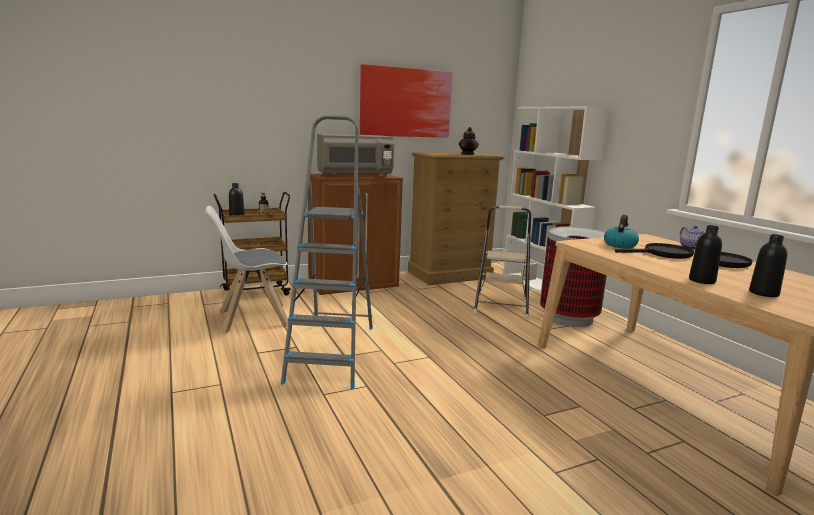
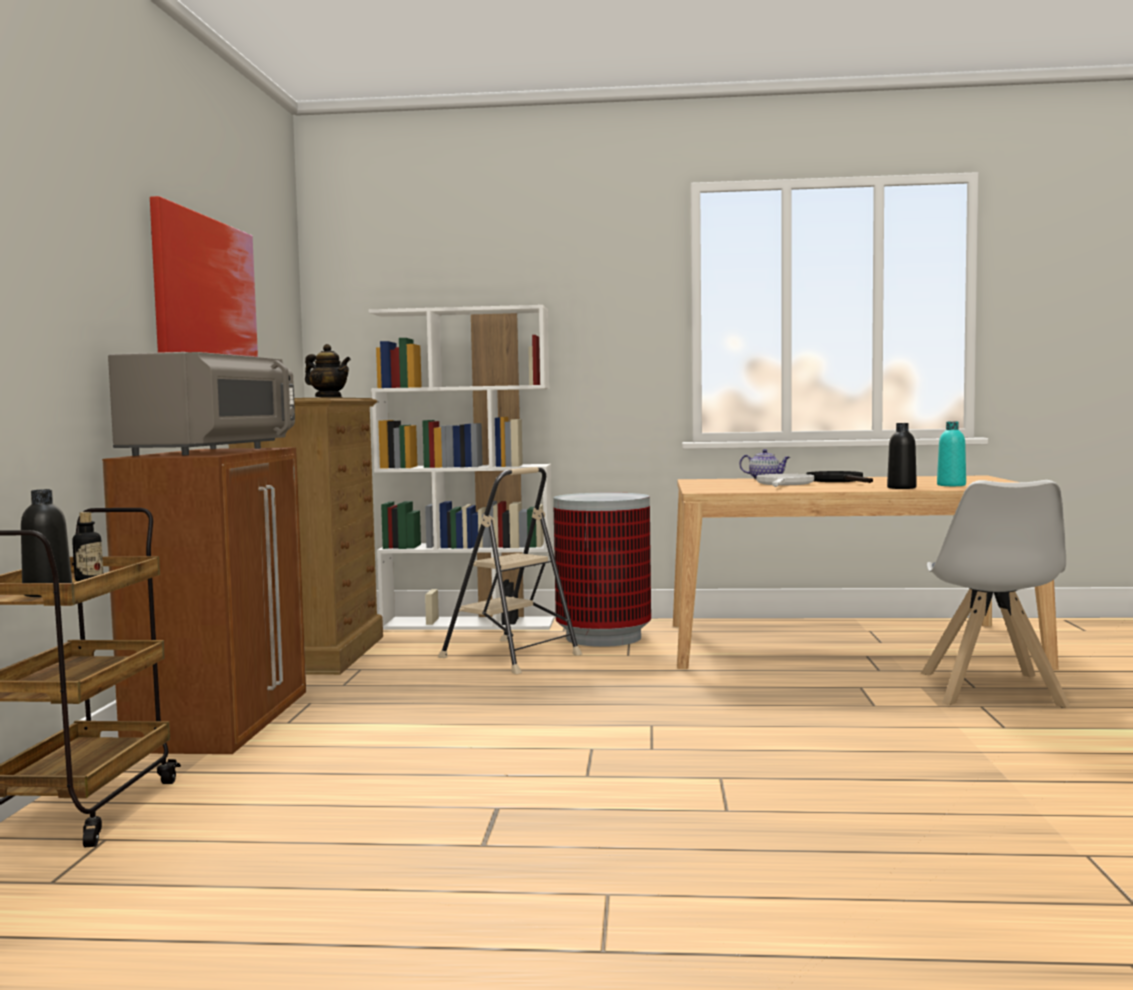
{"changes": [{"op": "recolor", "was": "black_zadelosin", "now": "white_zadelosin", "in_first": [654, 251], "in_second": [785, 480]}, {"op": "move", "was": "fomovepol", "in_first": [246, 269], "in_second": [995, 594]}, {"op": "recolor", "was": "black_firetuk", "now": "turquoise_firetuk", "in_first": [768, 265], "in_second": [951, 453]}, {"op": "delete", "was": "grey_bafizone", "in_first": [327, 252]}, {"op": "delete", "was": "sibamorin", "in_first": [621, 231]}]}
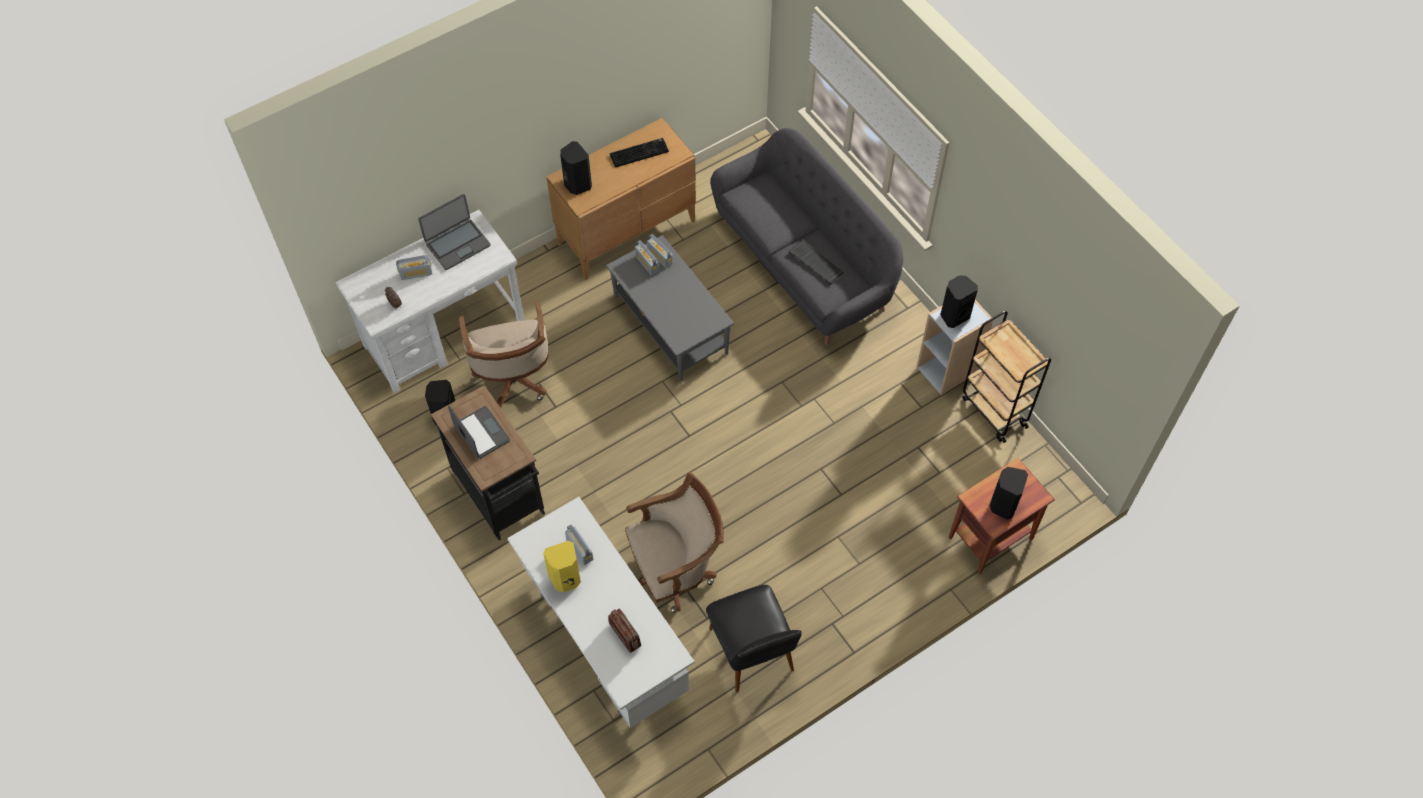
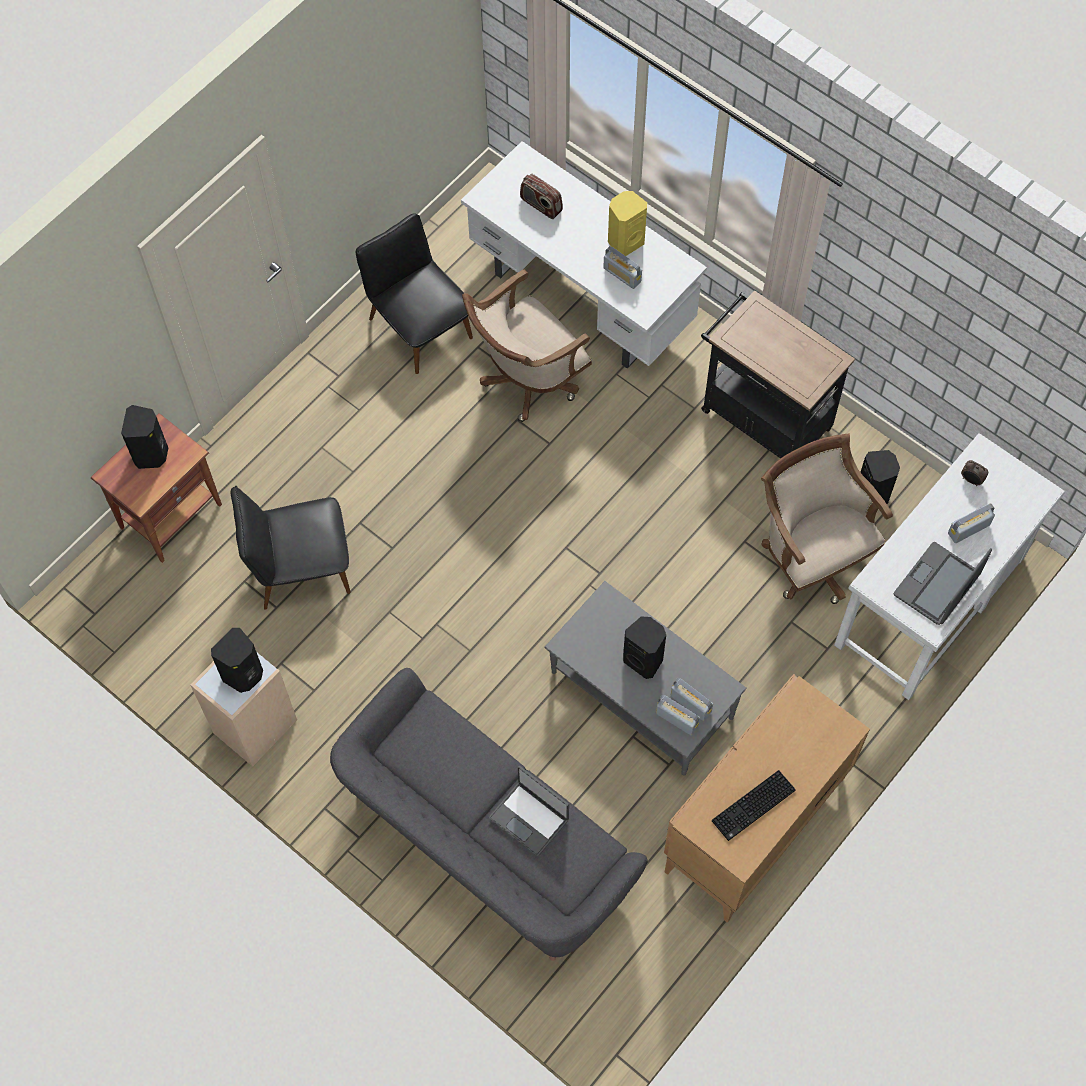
{"changes": [{"op": "insert", "now": "black_fomovepol", "in_second": [291, 548]}, {"op": "move", "was": "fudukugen", "in_first": [479, 432], "in_second": [529, 811]}, {"op": "move", "was": "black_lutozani", "in_first": [576, 168], "in_second": [644, 647]}, {"op": "delete", "was": "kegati", "in_first": [816, 262]}, {"op": "delete", "was": "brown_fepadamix", "in_first": [1006, 377]}]}
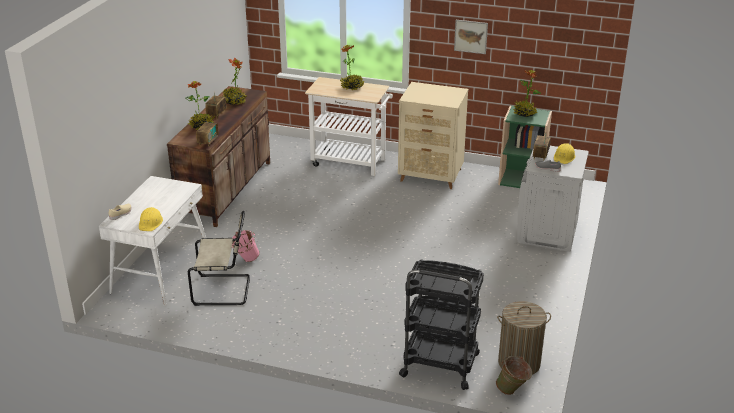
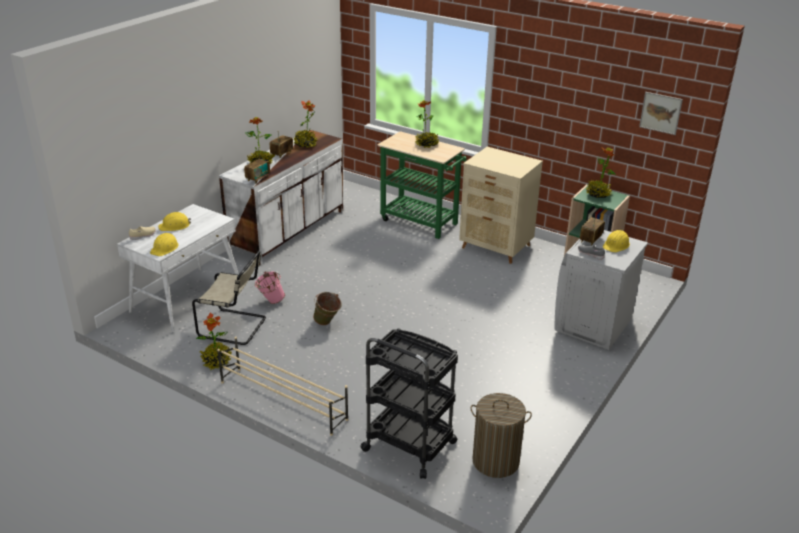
{"changes": [{"op": "insert", "now": "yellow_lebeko", "in_second": [174, 221]}, {"op": "insert", "now": "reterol", "in_second": [214, 341]}, {"op": "insert", "now": "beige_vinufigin", "in_second": [282, 386]}, {"op": "recolor", "was": "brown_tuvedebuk", "now": "white_tuvedebuk", "in_first": [218, 156], "in_second": [281, 197]}, {"op": "move", "was": "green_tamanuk", "in_first": [514, 375], "in_second": [327, 308]}, {"op": "recolor", "was": "white_fepadamix", "now": "green_fepadamix", "in_first": [349, 126], "in_second": [422, 185]}, {"op": "move", "was": "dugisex", "in_first": [471, 37], "in_second": [661, 113]}]}
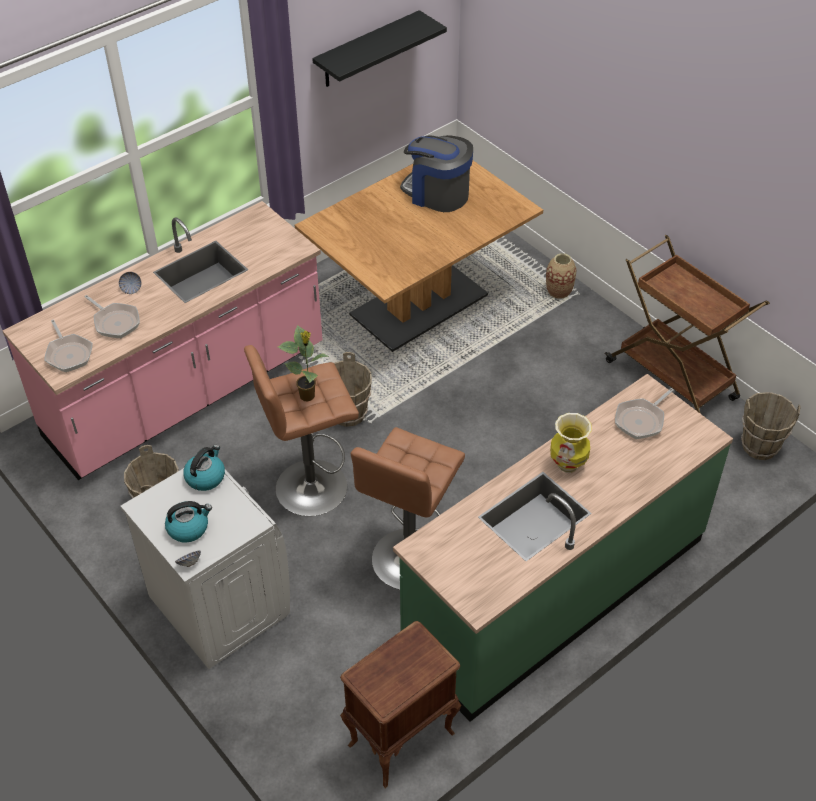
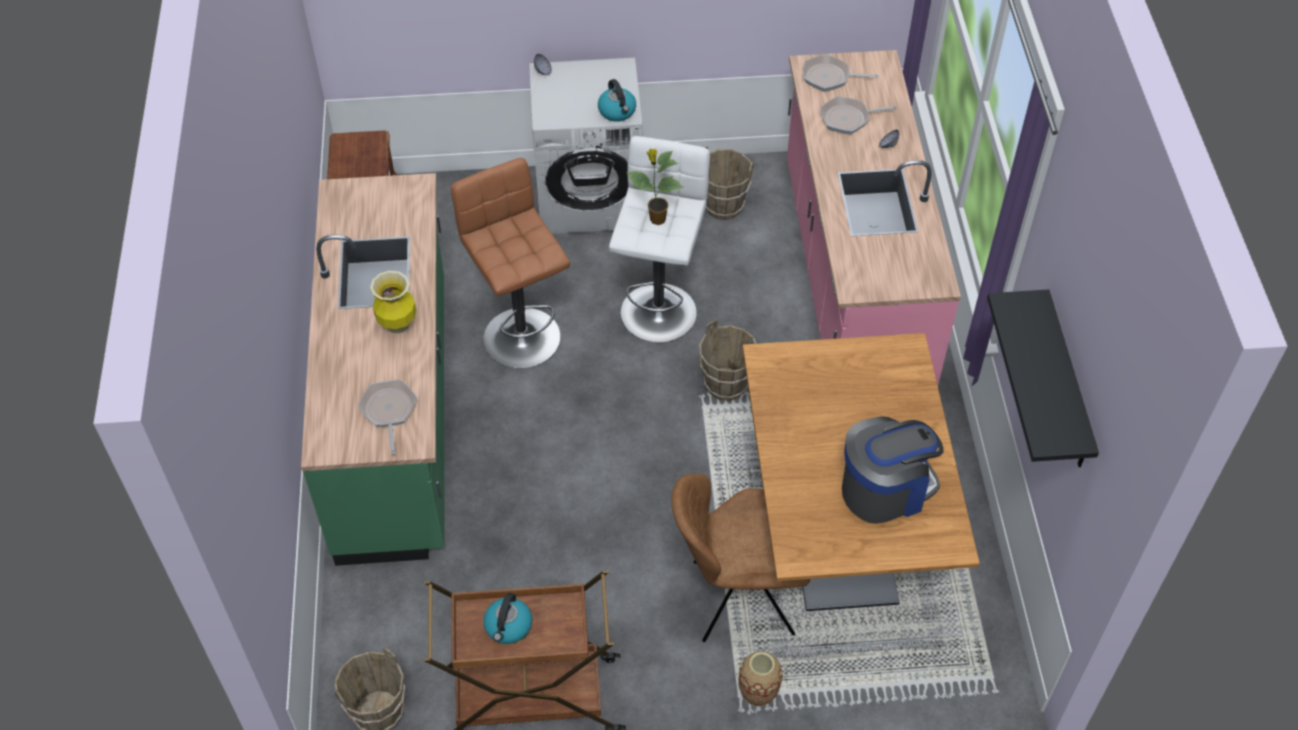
{"changes": [{"op": "move", "was": "sibamorin", "in_first": [188, 522], "in_second": [507, 618]}, {"op": "recolor", "was": "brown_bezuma", "now": "white_bezuma", "in_first": [301, 430], "in_second": [659, 239]}, {"op": "insert", "now": "brown_fomovepol", "in_second": [740, 558]}]}
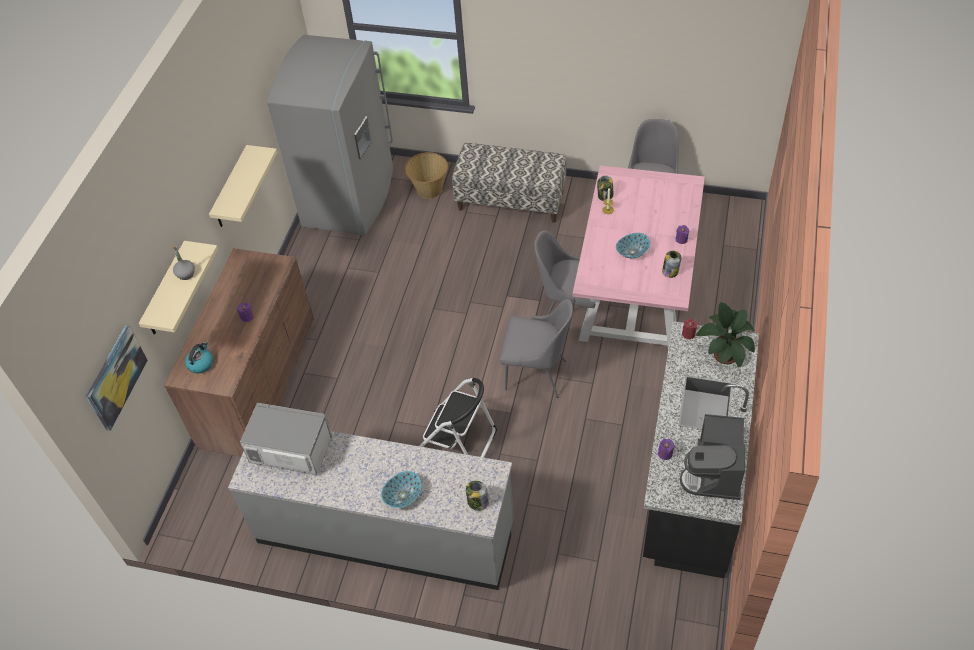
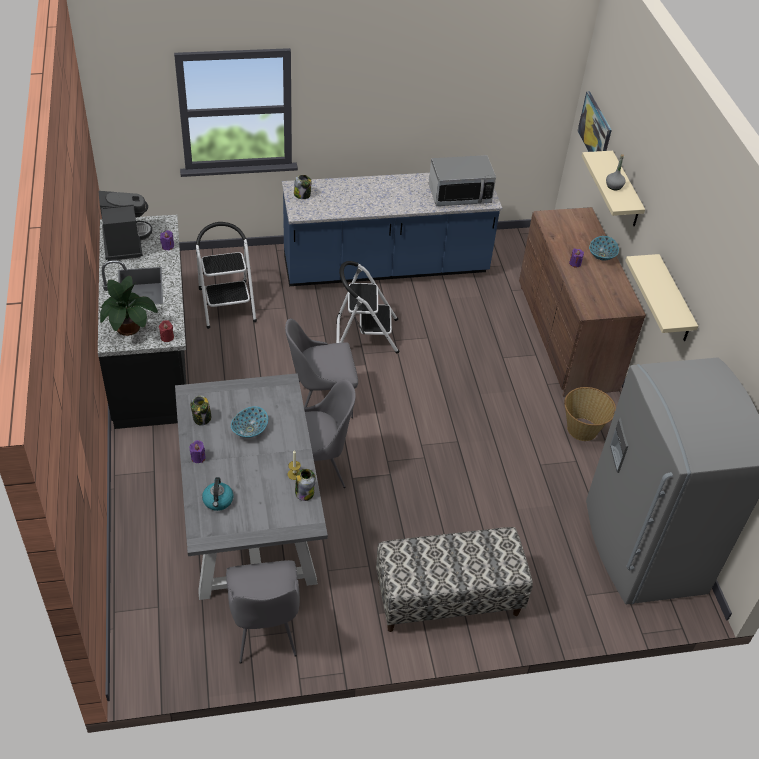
{"changes": [{"op": "recolor", "was": "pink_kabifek", "now": "grey_kabifek", "in_first": [639, 257], "in_second": [251, 486]}, {"op": "insert", "now": "bafizone", "in_second": [226, 275]}, {"op": "move", "was": "sibamorin", "in_first": [199, 357], "in_second": [217, 494]}, {"op": "recolor", "was": "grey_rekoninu", "now": "blue_rekoninu", "in_first": [371, 510], "in_second": [392, 229]}, {"op": "move", "was": "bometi", "in_first": [426, 175], "in_second": [590, 414]}, {"op": "move", "was": "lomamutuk", "in_first": [401, 489], "in_second": [604, 248]}]}
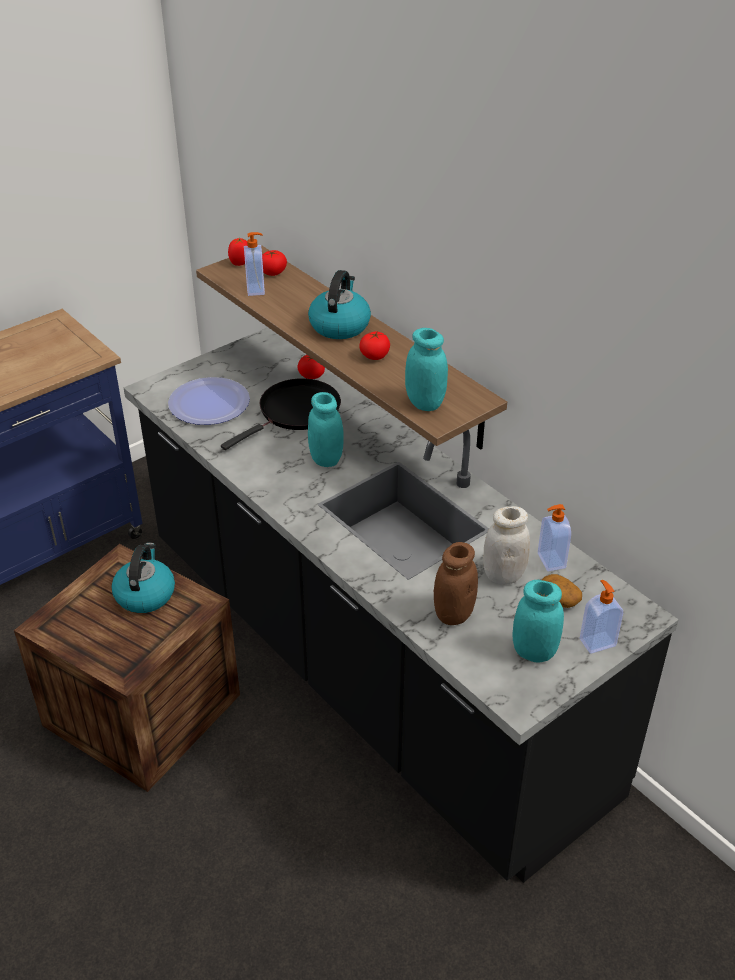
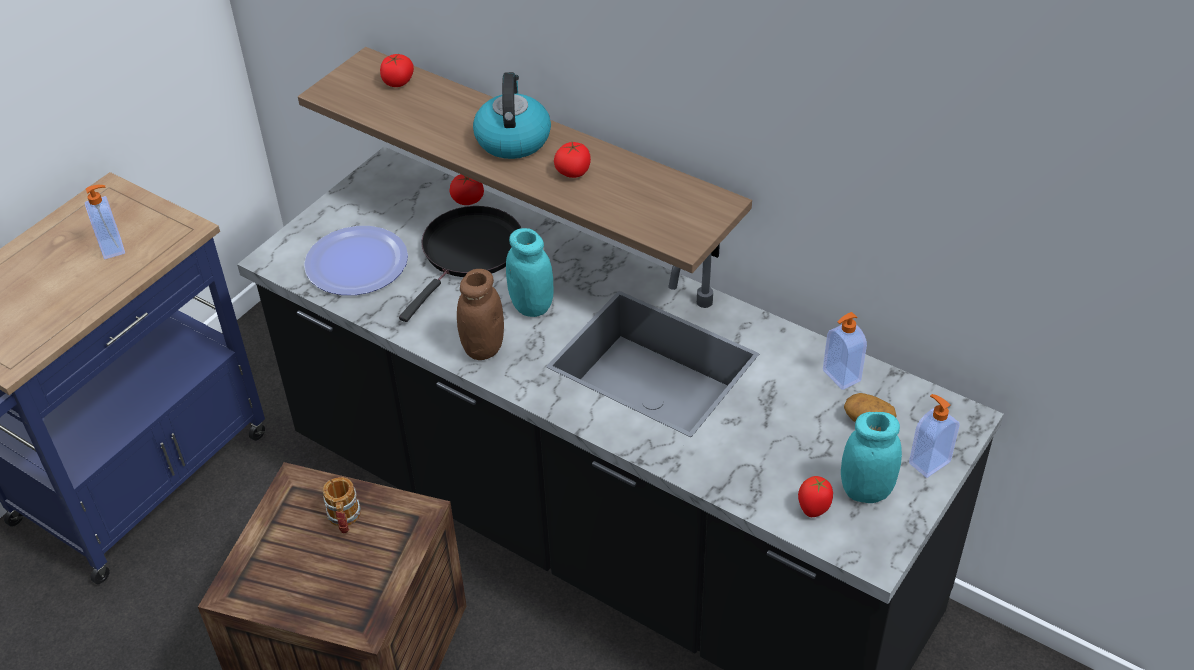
{"changes": [{"op": "move", "was": "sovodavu", "in_first": [254, 264], "in_second": [105, 222]}, {"op": "replace", "was": "sibamorin", "now": "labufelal", "in_first": [143, 578], "in_second": [342, 505]}, {"op": "move", "was": "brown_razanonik", "in_first": [456, 583], "in_second": [480, 314]}, {"op": "move", "was": "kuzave", "in_first": [237, 252], "in_second": [815, 496]}, {"op": "delete", "was": "turquoise_razanonik", "in_first": [426, 369]}, {"op": "delete", "was": "white_razanonik", "in_first": [506, 545]}]}
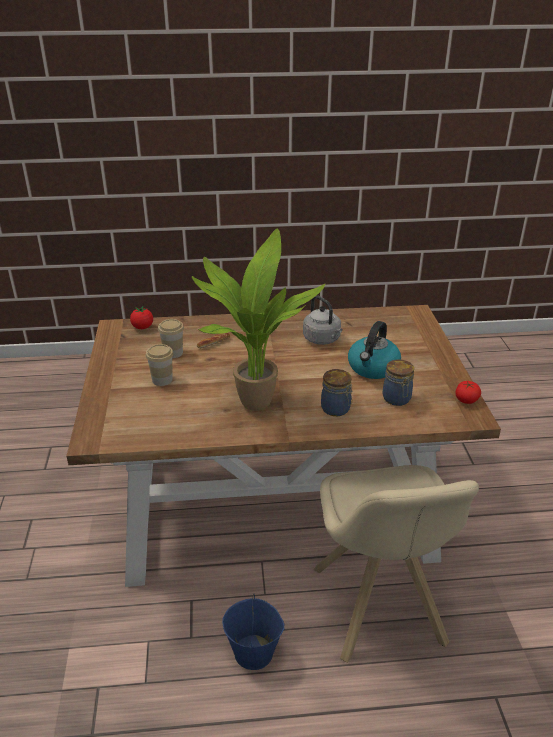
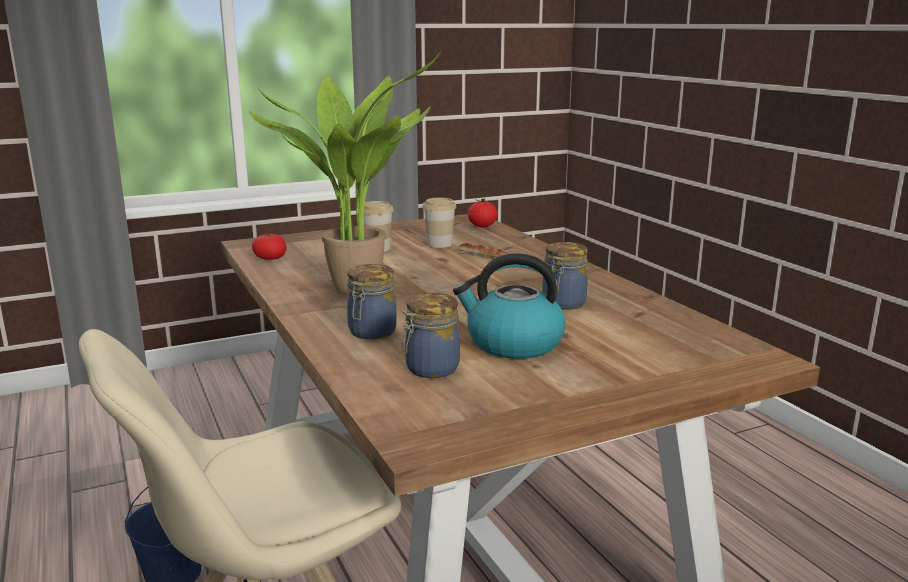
{"changes": [{"op": "move", "was": "kuzave", "in_first": [468, 392], "in_second": [269, 246]}, {"op": "replace", "was": "grey_sibamorin", "now": "razanonik", "in_first": [322, 320], "in_second": [565, 276]}]}
